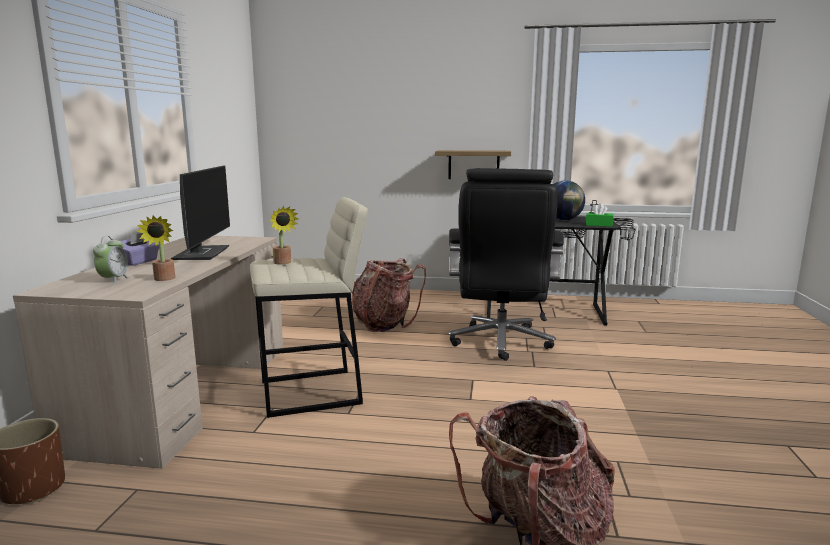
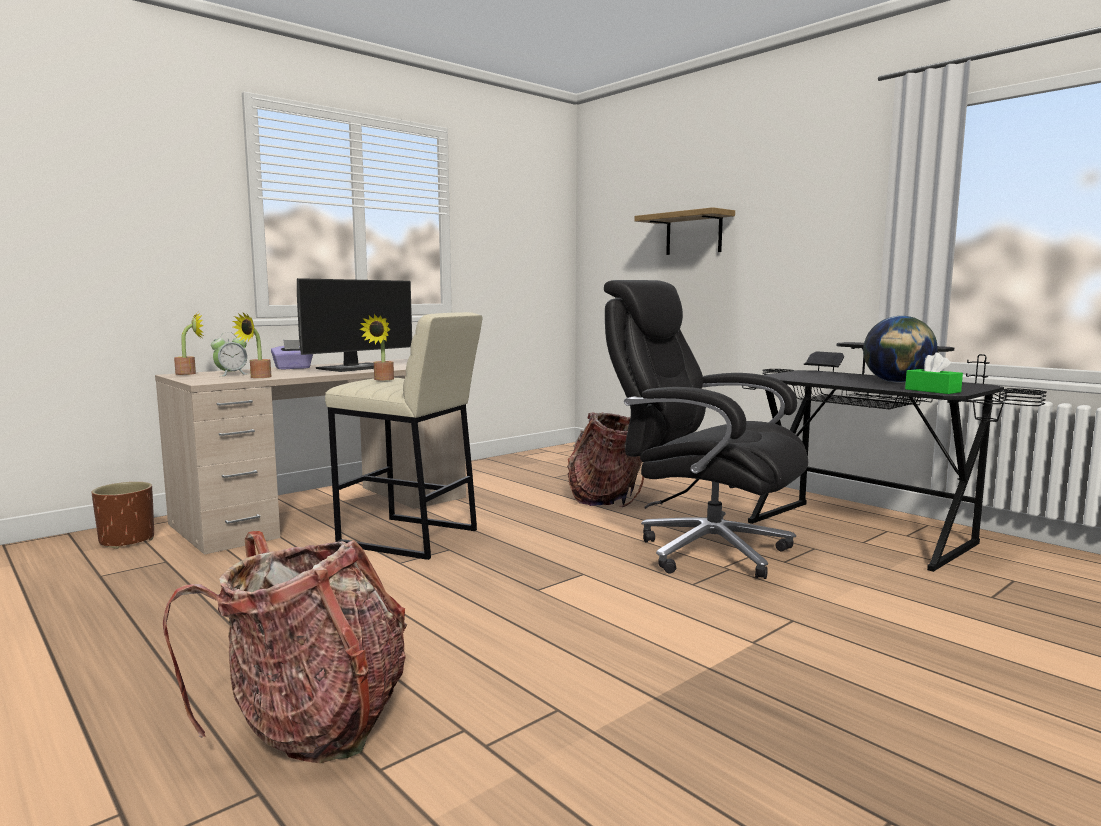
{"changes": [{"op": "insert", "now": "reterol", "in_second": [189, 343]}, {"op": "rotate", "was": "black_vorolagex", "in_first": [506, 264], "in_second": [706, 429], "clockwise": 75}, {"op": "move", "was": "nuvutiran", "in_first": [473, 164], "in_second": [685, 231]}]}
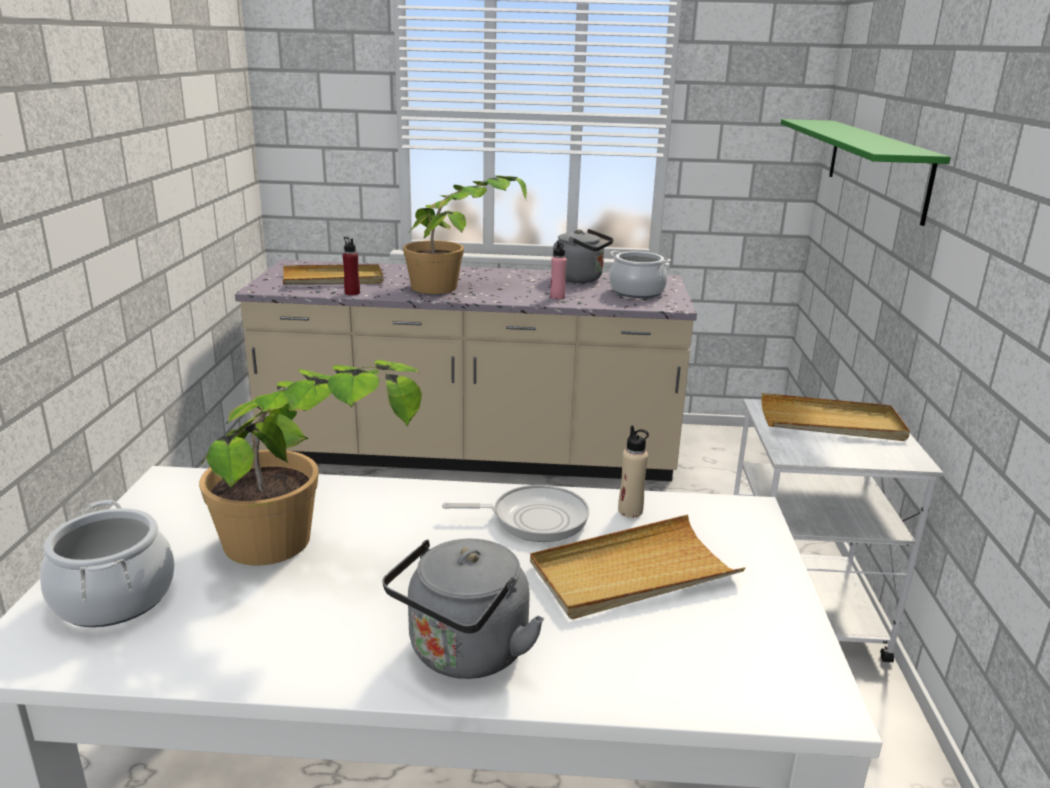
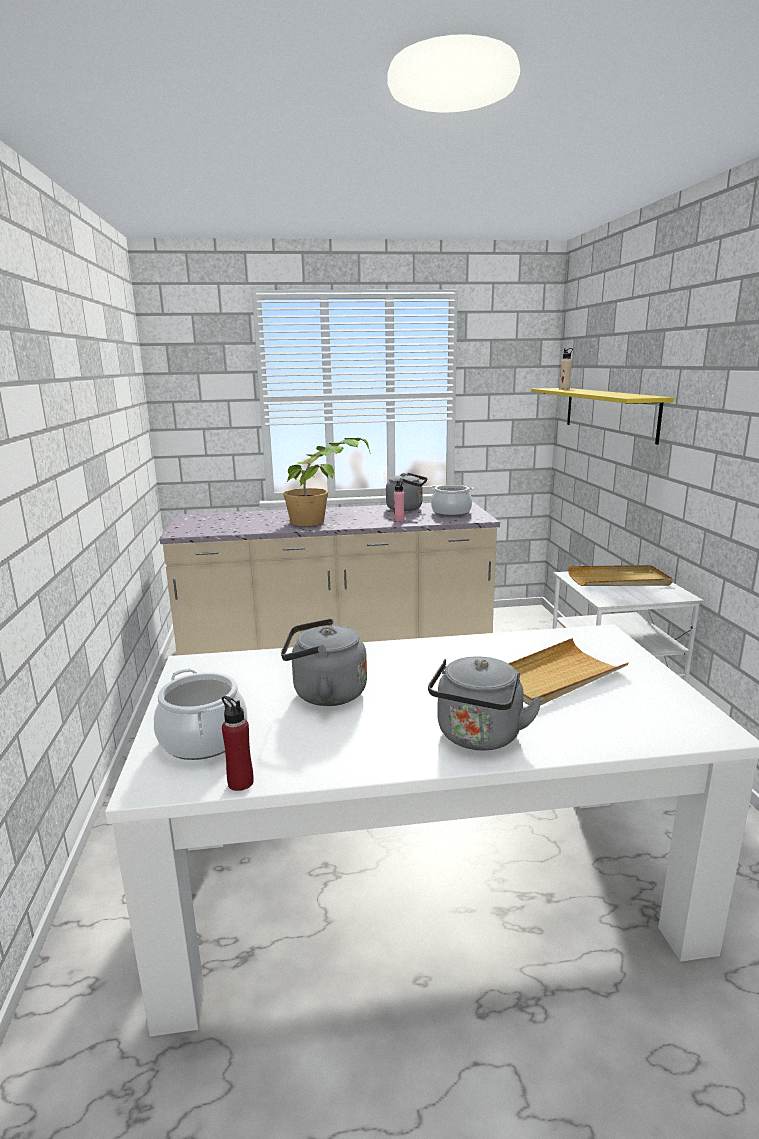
{"changes": [{"op": "move", "was": "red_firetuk", "in_first": [351, 266], "in_second": [238, 743]}, {"op": "replace", "was": "reterol", "now": "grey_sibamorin", "in_first": [310, 462], "in_second": [324, 662]}, {"op": "recolor", "was": "green_nuvutiran", "now": "yellow_nuvutiran", "in_first": [866, 172], "in_second": [602, 416]}, {"op": "move", "was": "beige_firetuk", "in_first": [633, 472], "in_second": [566, 369]}, {"op": "delete", "was": "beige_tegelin", "in_first": [333, 274]}, {"op": "delete", "was": "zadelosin", "in_first": [515, 513]}]}
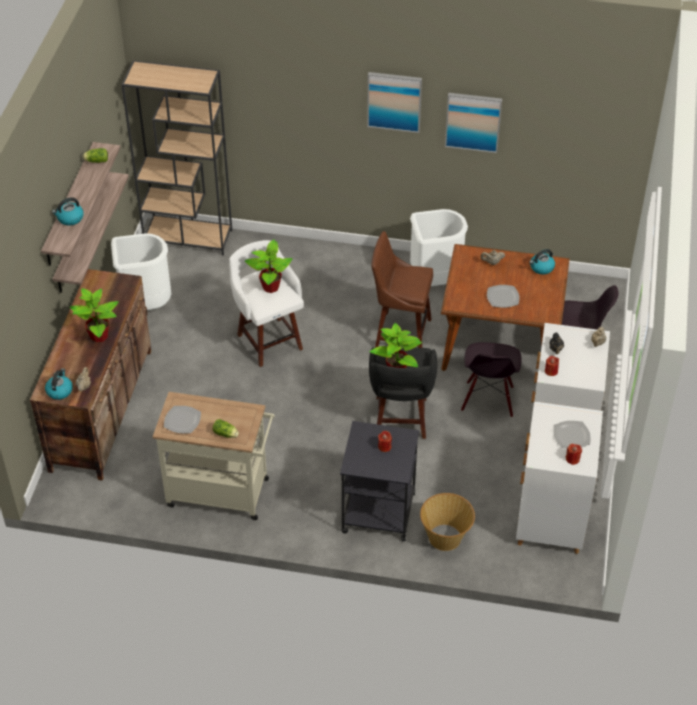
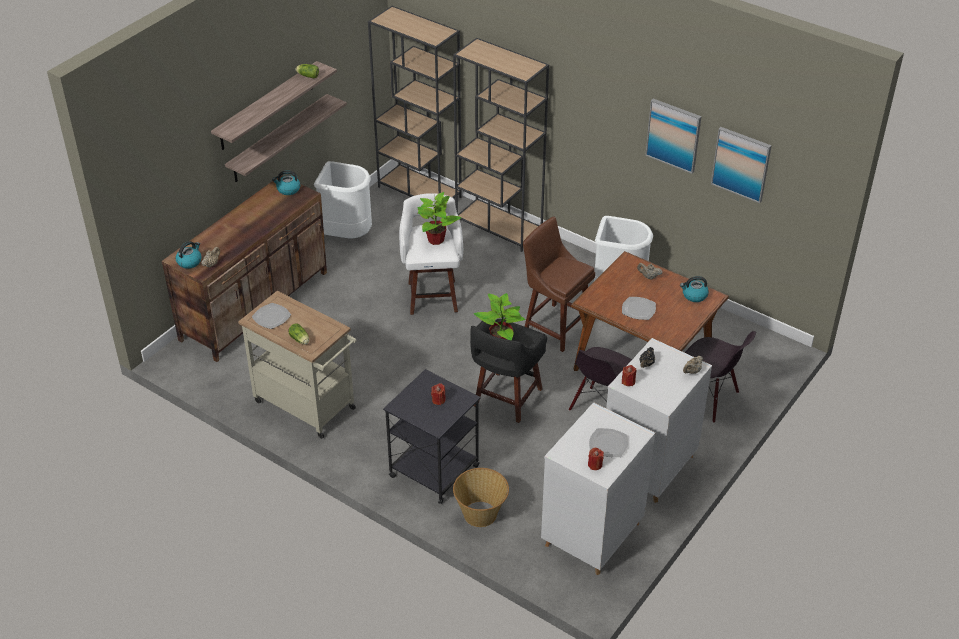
{"changes": [{"op": "move", "was": "sibamorin", "in_first": [68, 211], "in_second": [286, 183]}, {"op": "insert", "now": "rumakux", "in_second": [501, 145]}, {"op": "move", "was": "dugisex", "in_first": [394, 102], "in_second": [741, 165]}, {"op": "delete", "was": "reterol", "in_first": [94, 315]}]}
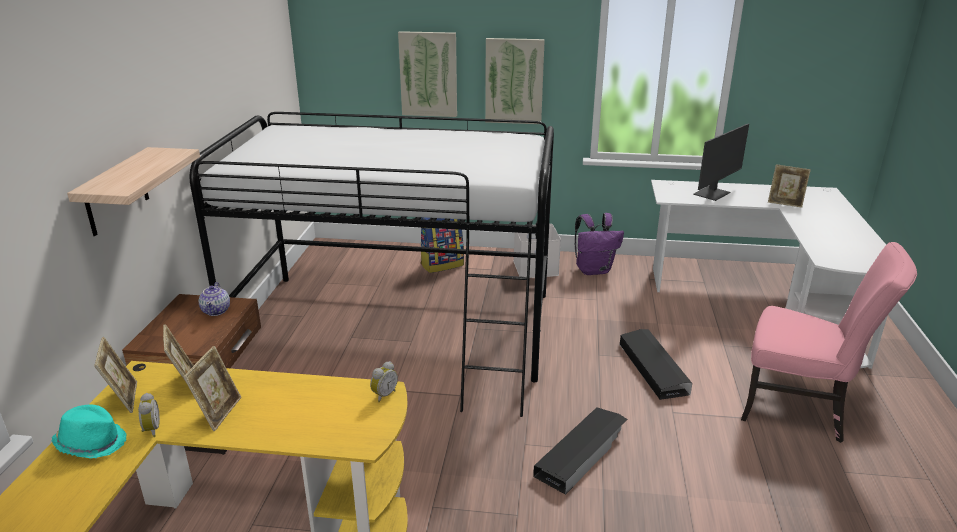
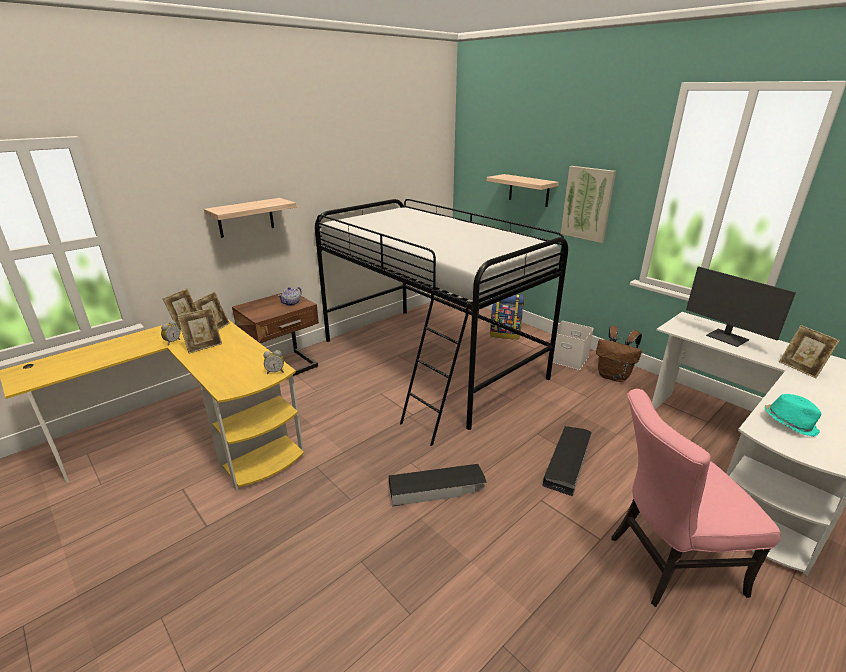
{"changes": [{"op": "replace", "was": "dugisex", "now": "nuvutiran", "in_first": [427, 74], "in_second": [523, 190]}, {"op": "recolor", "was": "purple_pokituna", "now": "brown_pokituna", "in_first": [599, 244], "in_second": [619, 354]}, {"op": "rotate", "was": "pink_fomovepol", "in_first": [829, 342], "in_second": [696, 498], "clockwise": 105}, {"op": "rotate", "was": "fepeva", "in_first": [721, 162], "in_second": [741, 306], "clockwise": 60}, {"op": "move", "was": "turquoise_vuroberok", "in_first": [88, 432], "in_second": [792, 415]}]}
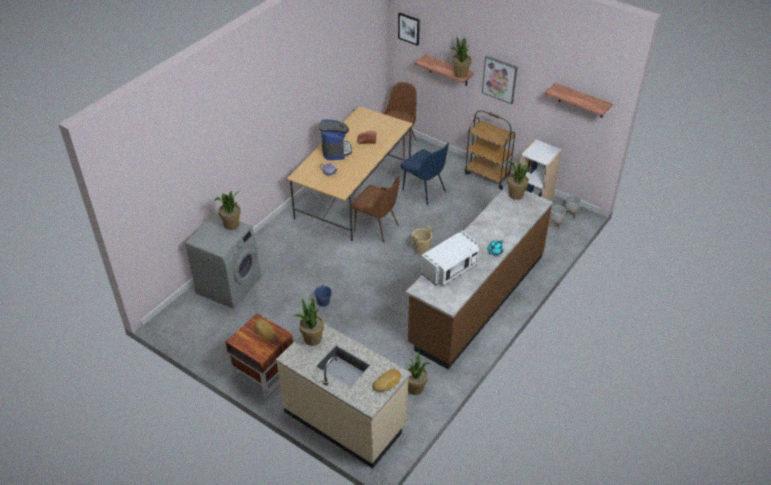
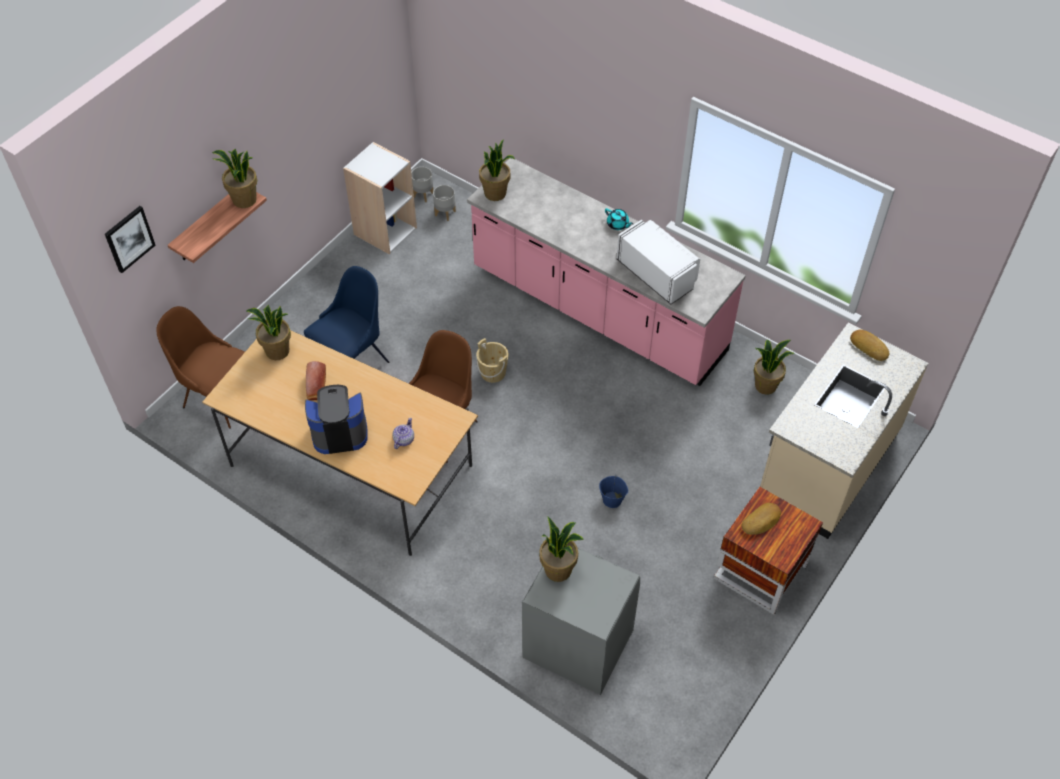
{"changes": [{"op": "move", "was": "reterol", "in_first": [309, 322], "in_second": [268, 332]}, {"op": "recolor", "was": "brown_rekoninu", "now": "pink_rekoninu", "in_first": [479, 277], "in_second": [606, 272]}, {"op": "delete", "was": "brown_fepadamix", "in_first": [489, 150]}, {"op": "delete", "was": "dugisex", "in_first": [499, 80]}, {"op": "delete", "was": "nuvutiran", "in_first": [578, 100]}]}
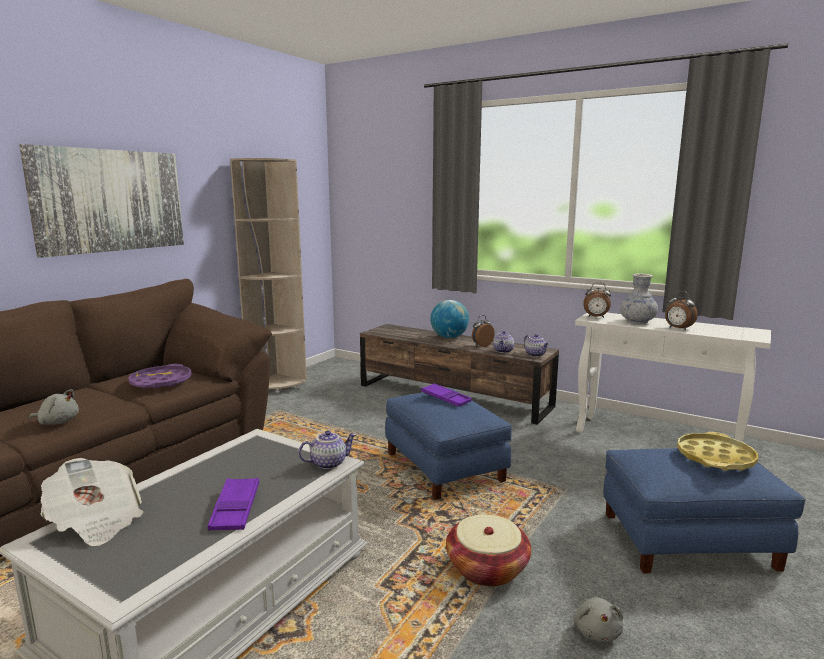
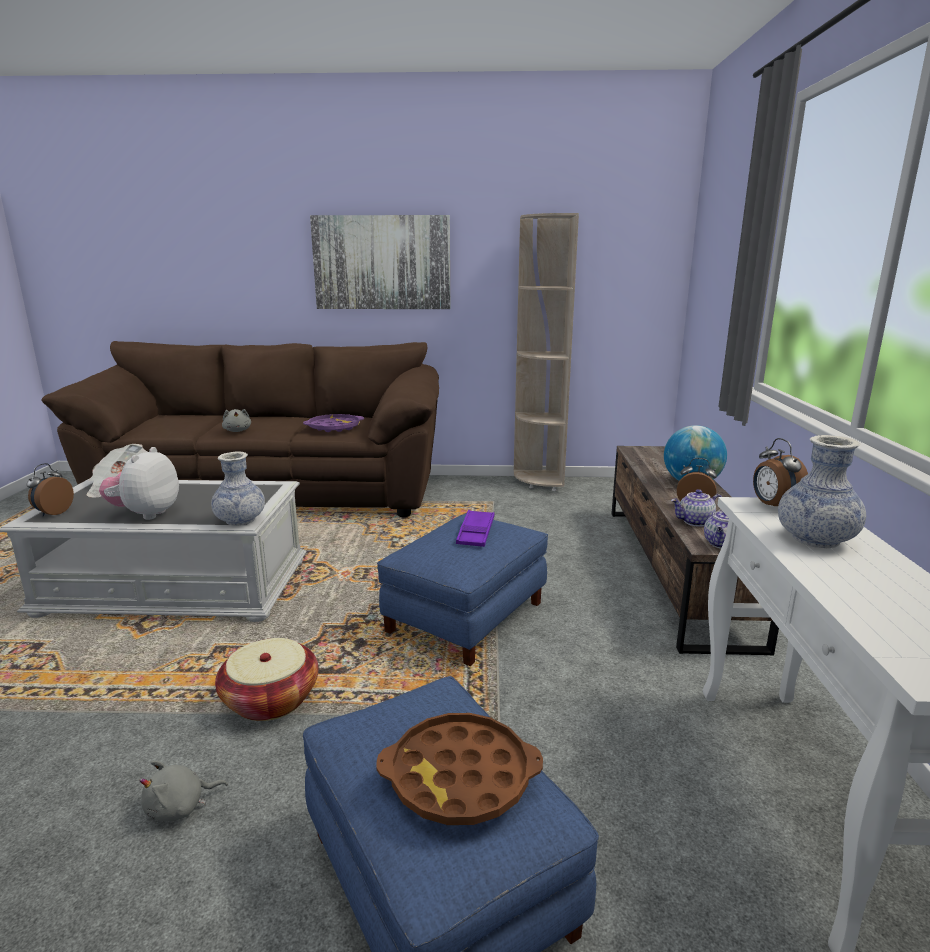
{"changes": [{"op": "move", "was": "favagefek", "in_first": [681, 310], "in_second": [50, 490]}, {"op": "replace", "was": "purple_tegelin", "now": "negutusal", "in_first": [233, 504], "in_second": [139, 483]}, {"op": "replace", "was": "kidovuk", "now": "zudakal", "in_first": [327, 449], "in_second": [238, 488]}, {"op": "recolor", "was": "yellow_tegelin", "now": "brown_tegelin", "in_first": [717, 451], "in_second": [459, 769]}]}
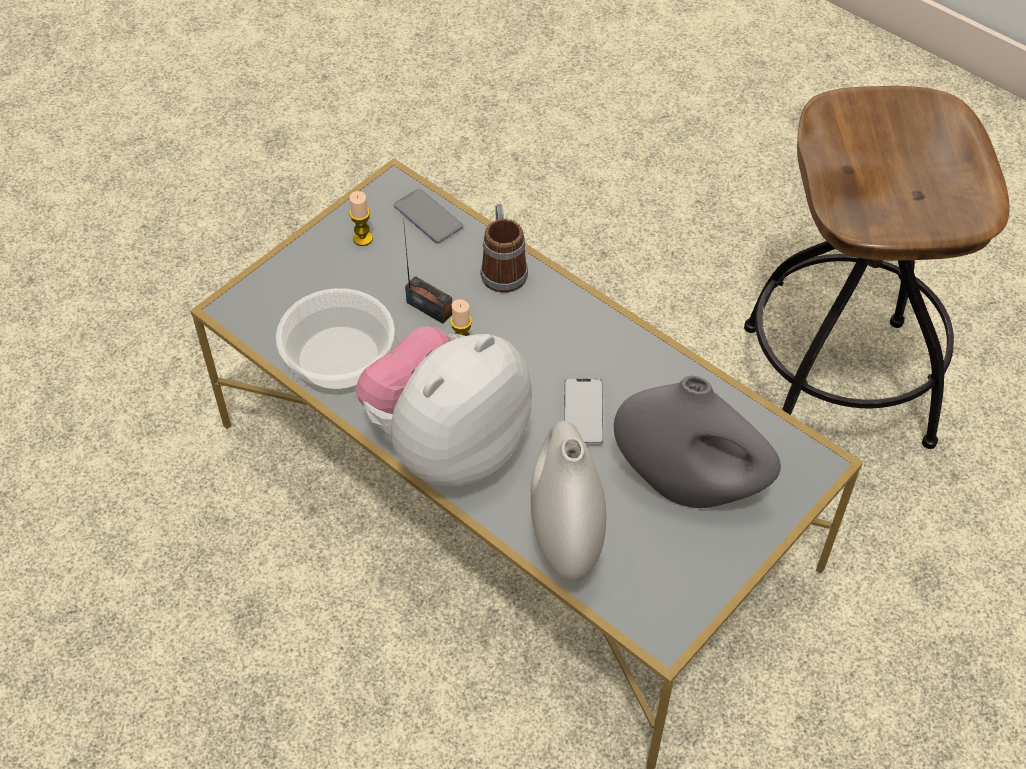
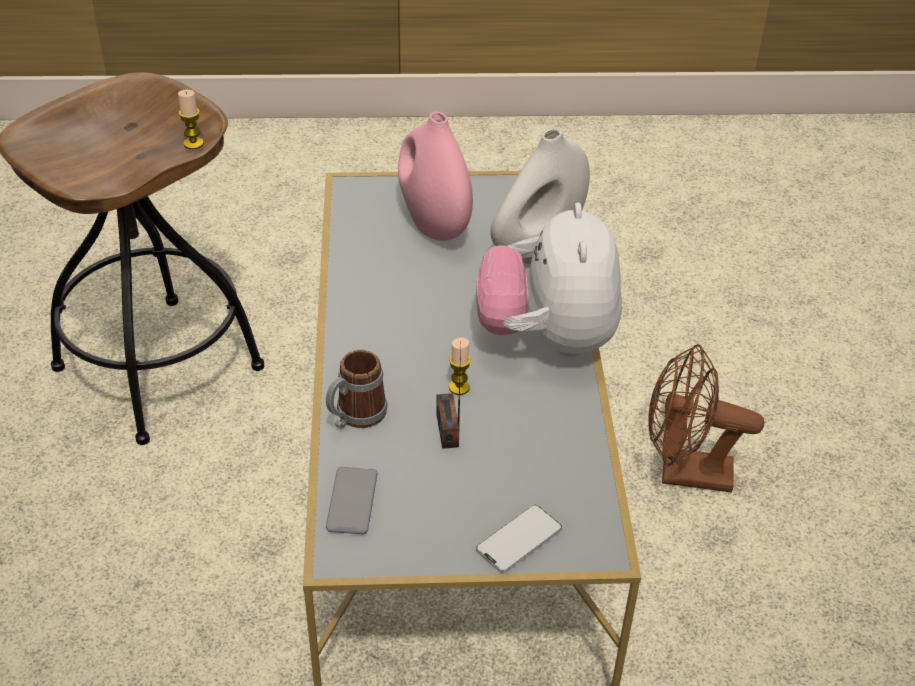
{"changes": [{"op": "move", "was": "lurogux", "in_first": [361, 218], "in_second": [191, 120]}, {"op": "recolor", "was": "grey_zudakal", "now": "pink_zudakal", "in_first": [697, 442], "in_second": [435, 176]}, {"op": "rotate", "was": "negutusal", "in_first": [443, 406], "in_second": [549, 280], "clockwise": 90}, {"op": "move", "was": "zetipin", "in_first": [584, 412], "in_second": [519, 539]}, {"op": "insert", "now": "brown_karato", "in_second": [706, 418]}, {"op": "delete", "was": "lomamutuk", "in_first": [335, 341]}]}
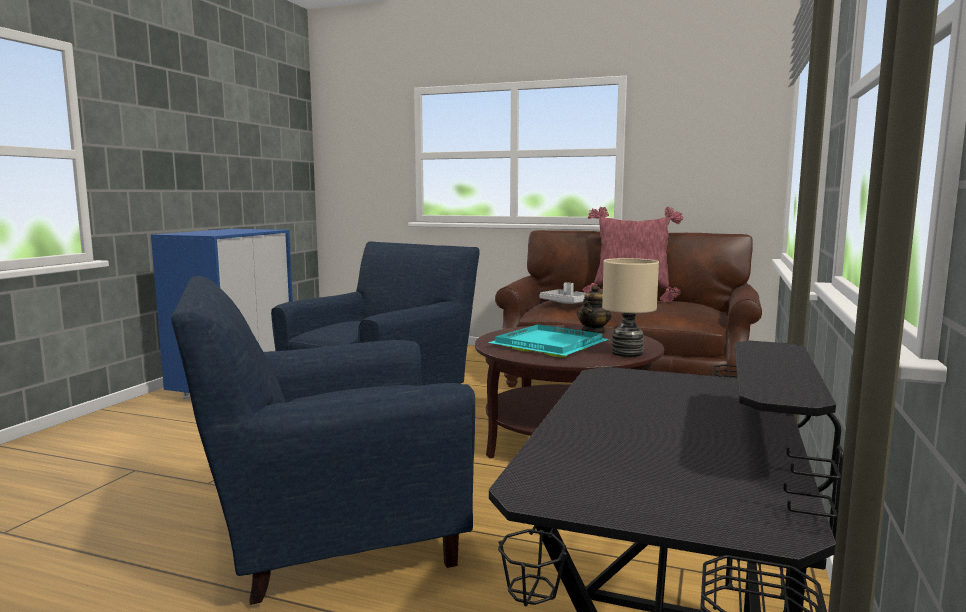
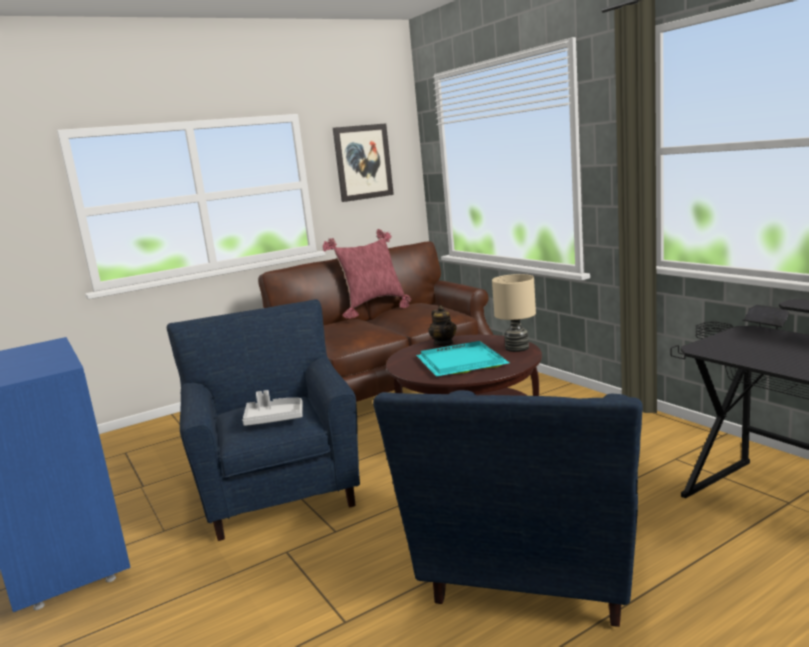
{"changes": [{"op": "move", "was": "grey_tegelin", "in_first": [563, 293], "in_second": [272, 408]}, {"op": "insert", "now": "dugisex", "in_second": [363, 162]}]}
